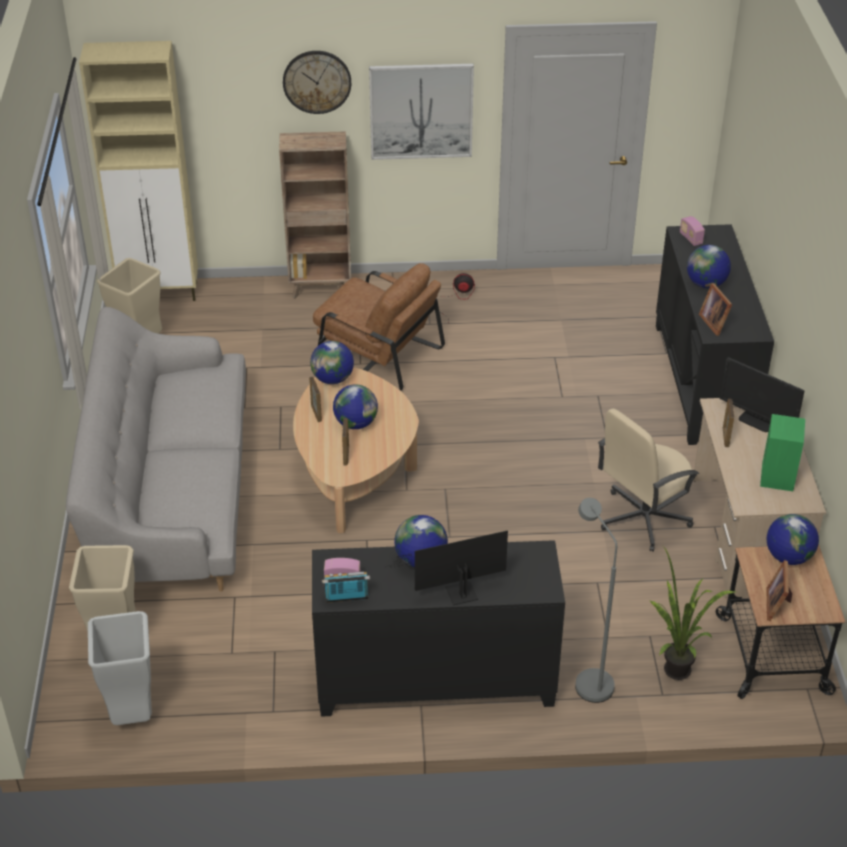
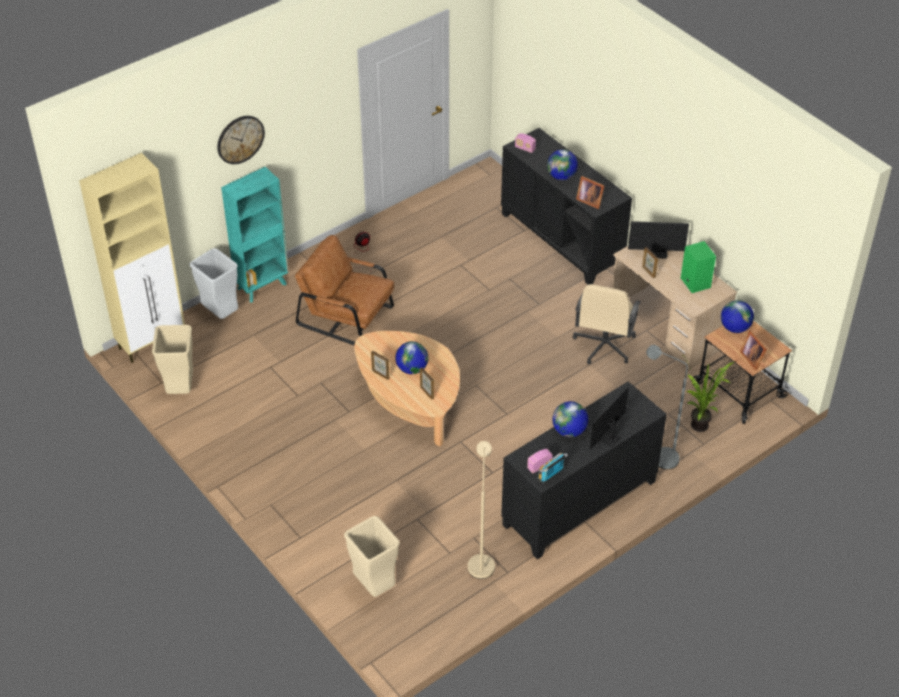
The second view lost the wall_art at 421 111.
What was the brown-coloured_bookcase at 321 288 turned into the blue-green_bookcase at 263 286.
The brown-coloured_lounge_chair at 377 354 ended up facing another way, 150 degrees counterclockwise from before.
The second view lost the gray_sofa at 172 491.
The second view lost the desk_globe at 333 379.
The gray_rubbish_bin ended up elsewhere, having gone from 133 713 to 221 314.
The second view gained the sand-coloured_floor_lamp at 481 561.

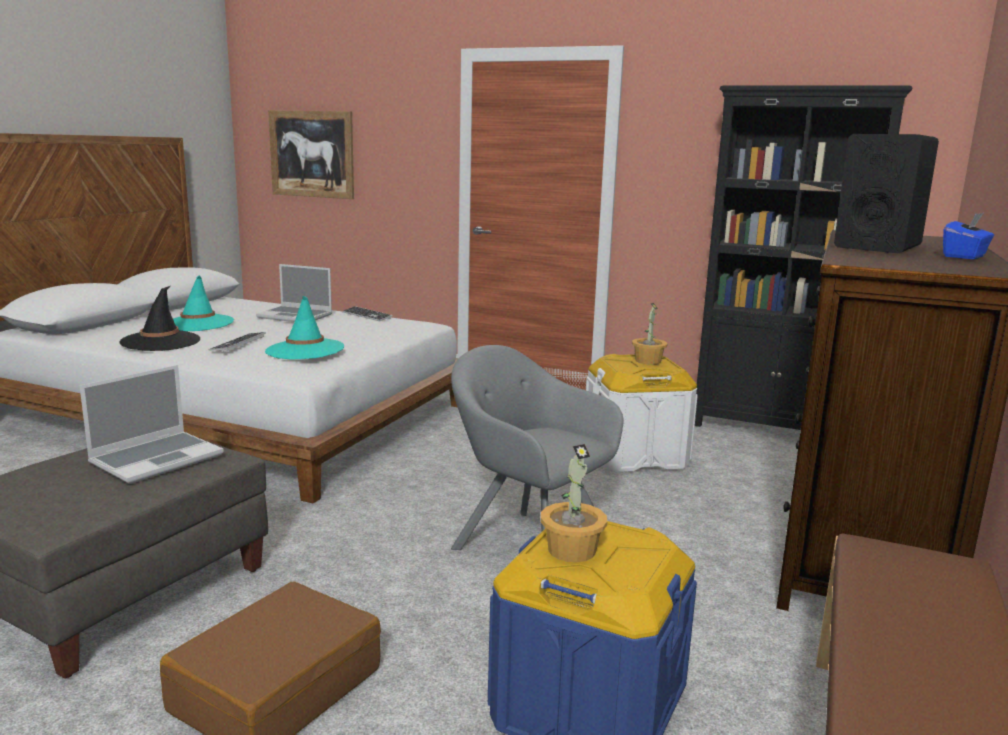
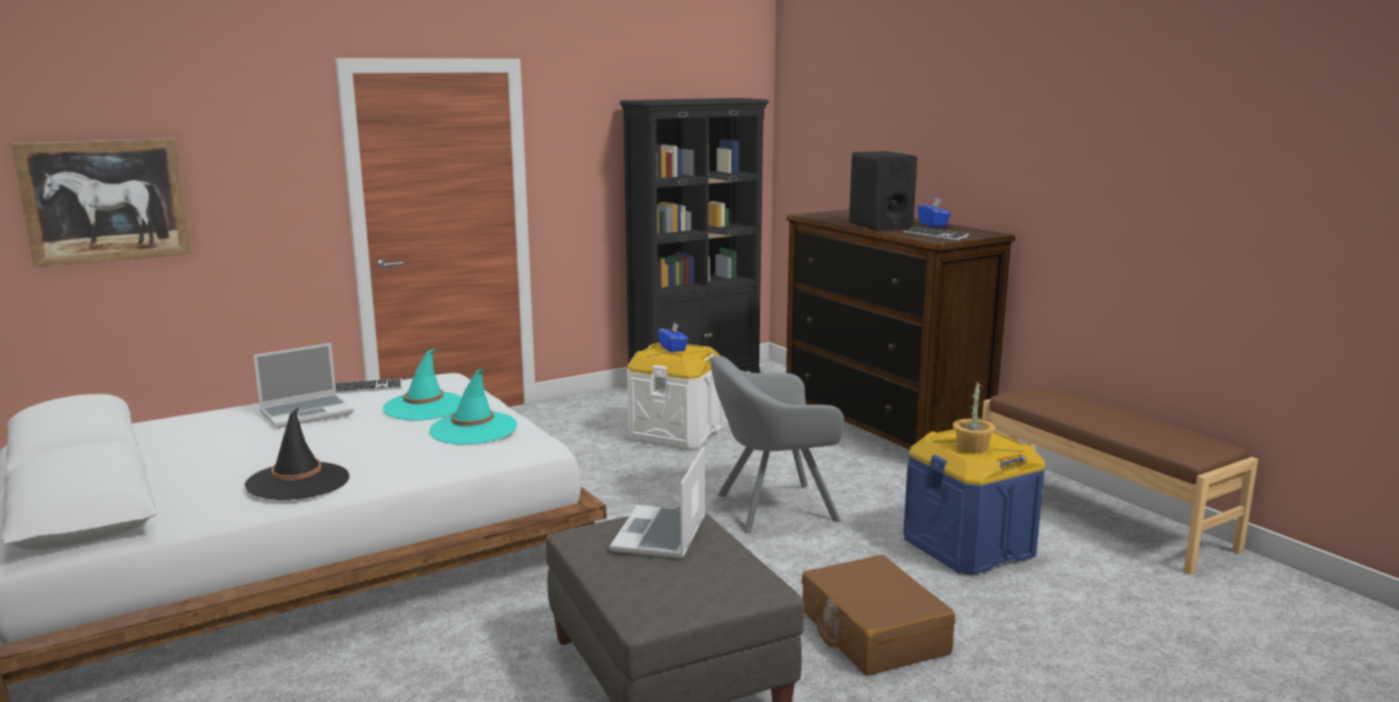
The blue-green_wearable_hat ended up elsewhere, having gone from 198 324 to 424 407.
Where the houseplant stood at 647 361, the bluish_tissue_holder came to stand at 673 348.
The PC_keyboard ended up elsewhere, having gone from 238 343 to 935 235.
The laptop at 157 458 ended up facing another way, 150 degrees counterclockwise from before.

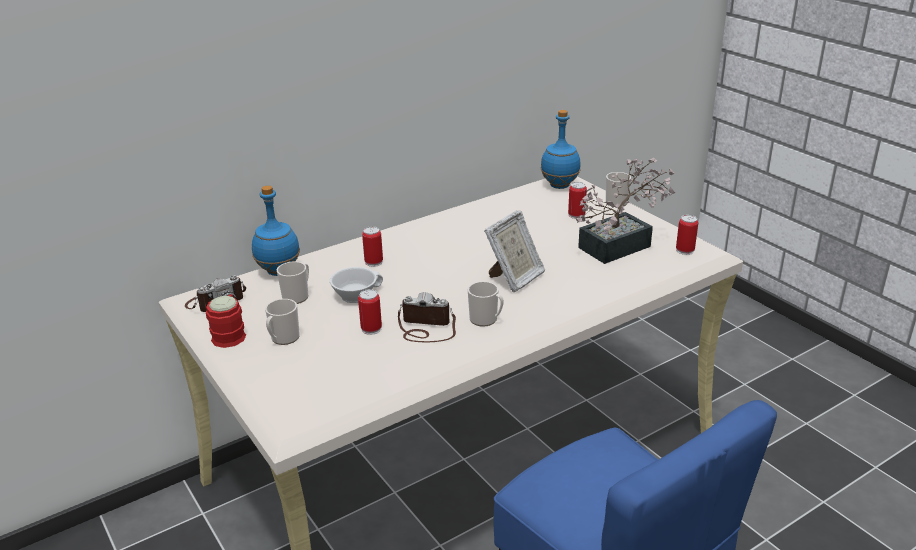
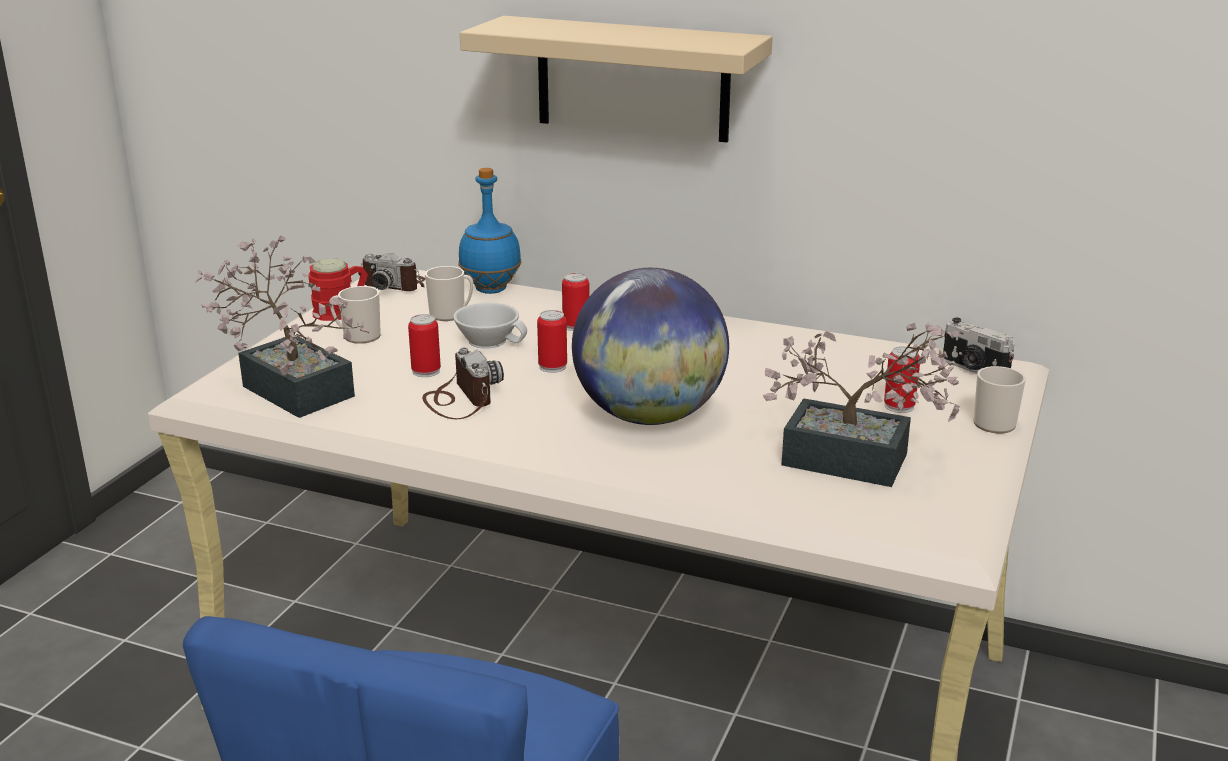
Where the bluish_bottle stood at 560 185, the still_camera came to stand at 973 370.
Where the standing_frame stood at 515 278, the desk_globe came to stand at 649 416.
The metal_can ended up elsewhere, having gone from 685 250 to 552 366.
The second view lost the mug at 486 320.
The second view gained the sand-coloured_bracket_shelf at 632 79.
The second view gained the houseplant at 291 386.

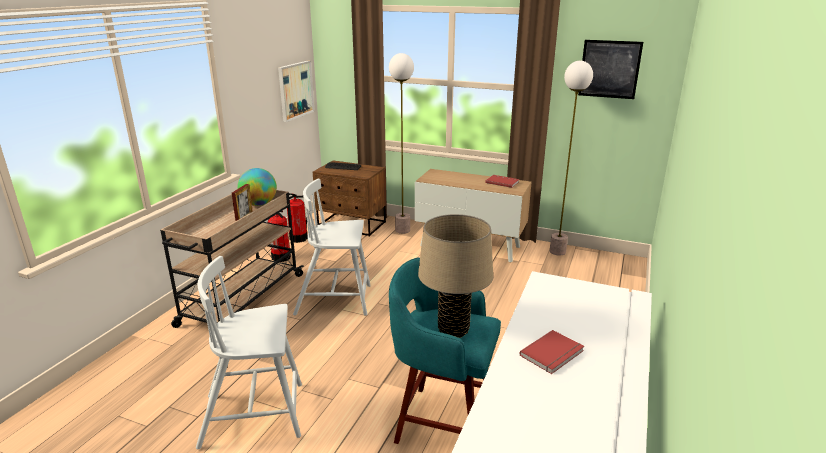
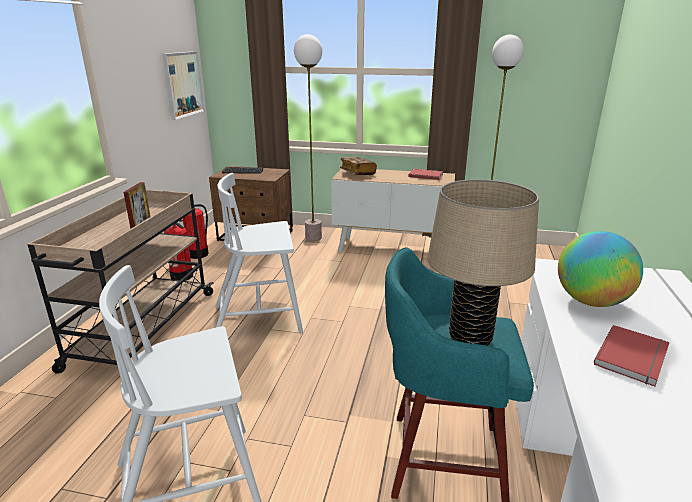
The second view lost the wall_art at 609 69.
The desk_globe ended up elsewhere, having gone from 259 204 to 591 301.
The second view gained the bound_book at 357 173.

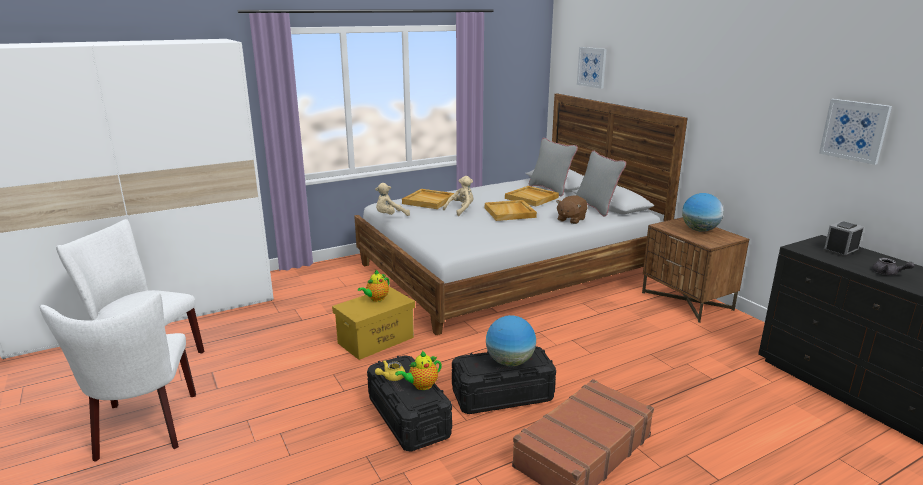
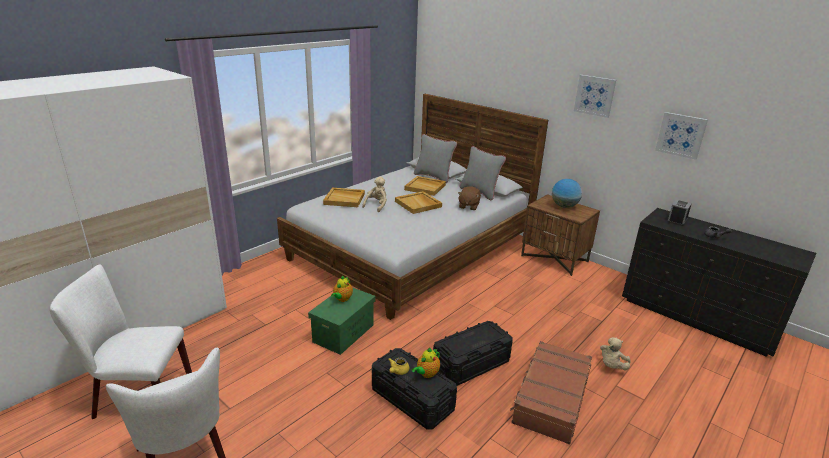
The wall_art ended up elsewhere, having gone from 592 67 to 594 95.
The sand-coloured_soft_toy ended up elsewhere, having gone from 390 216 to 612 366.
What was the yellow_storage_container at 376 340 turned into the greenish_storage_container at 343 333.
The second view lost the desk_globe at 510 362.

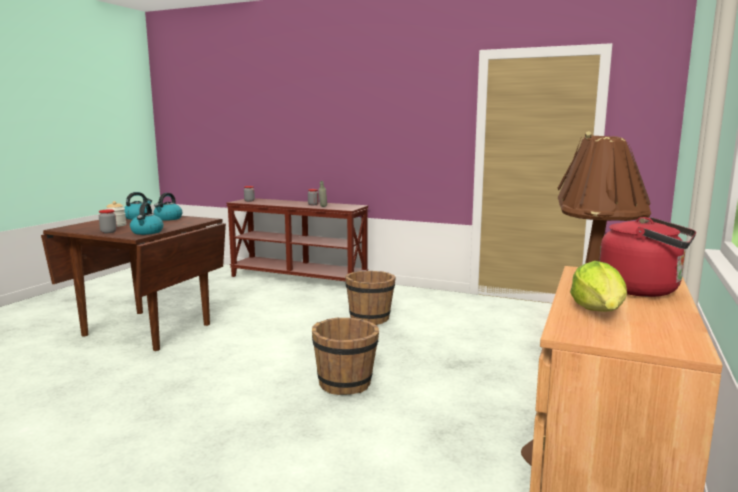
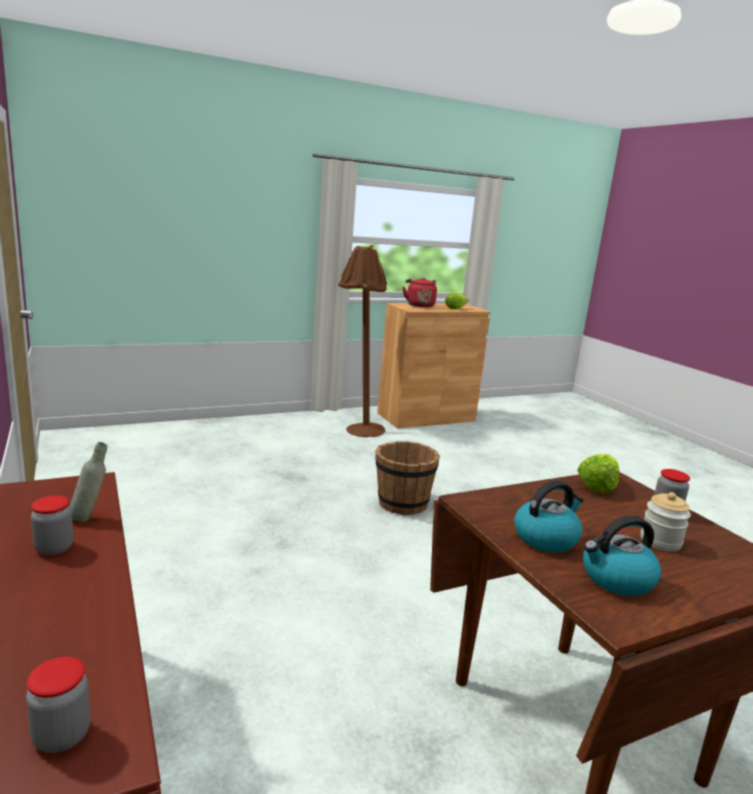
Where the tea_kettle stood at 147 232, the head_of_lettuce came to stand at 597 485.
The second view lost the brown-coloured_bucket at 370 318.

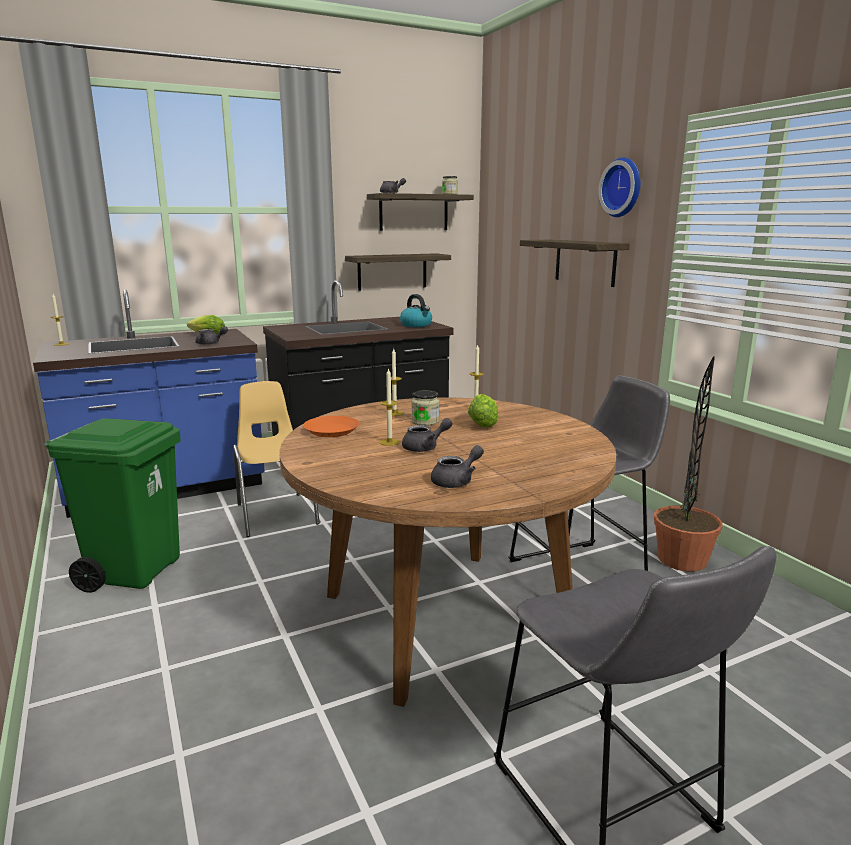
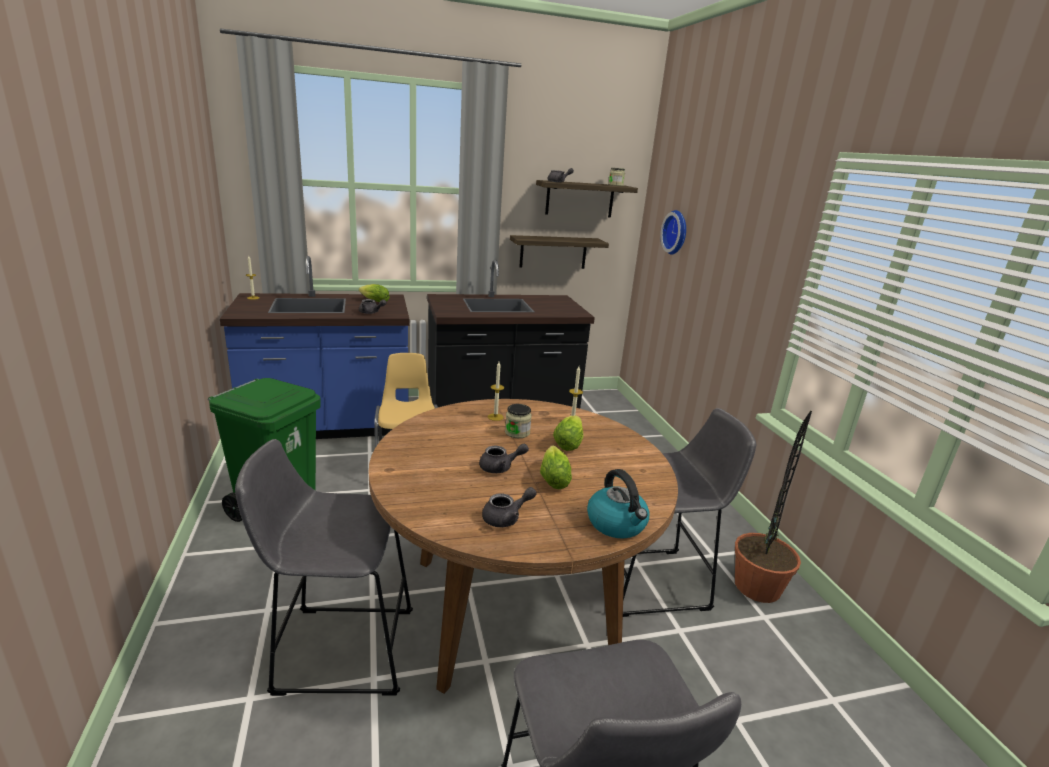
The hanging_clock ended up elsewhere, having gone from 623 187 to 677 232.
The second view lost the bracket_shelf at 585 262.
The tea_kettle ended up elsewhere, having gone from 416 325 to 617 524.
The second view lost the wax_candle at 389 442.
The second view lost the orange_flat_dish at 332 430.
The second view gained the gray_stool_seat at 337 649.
The second view gained the head_of_lettuce at 554 477.

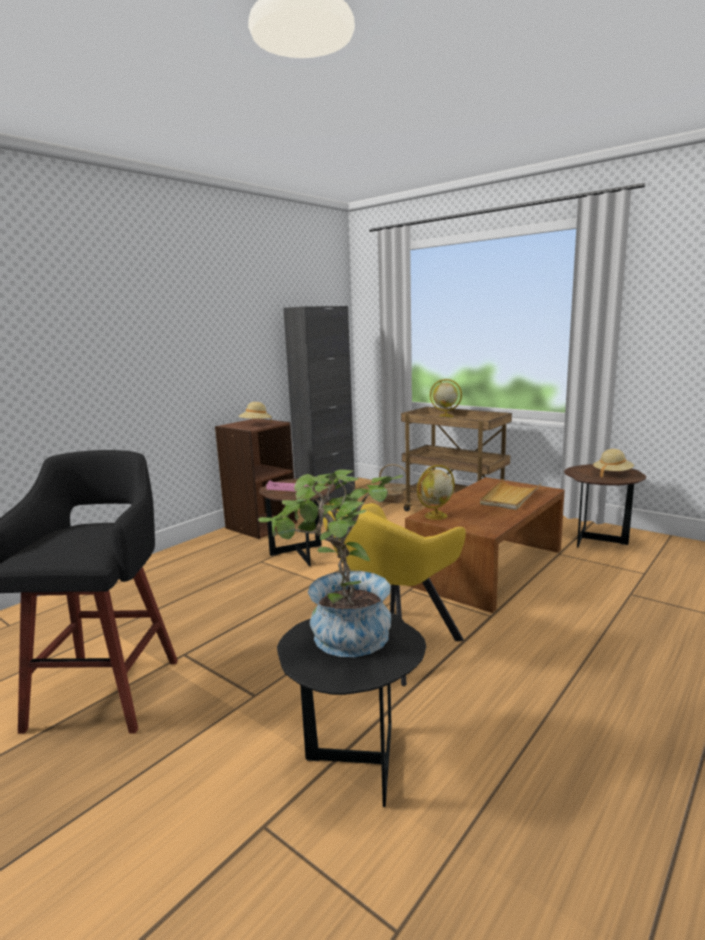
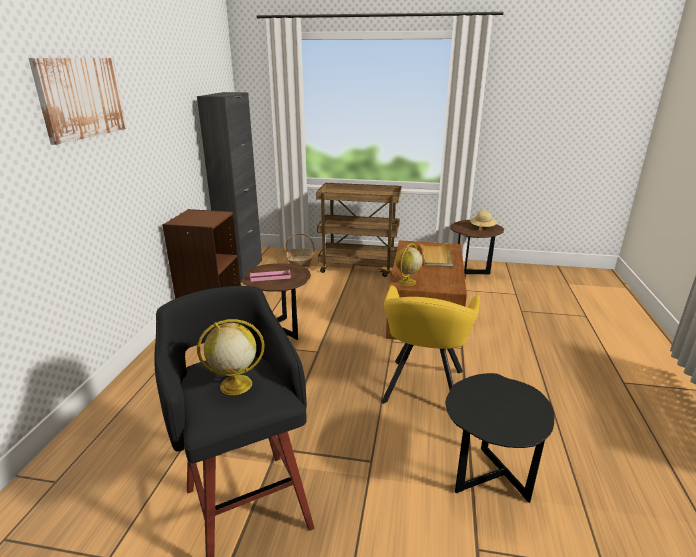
The desk_globe ended up elsewhere, having gone from 445 417 to 235 385.
The second view lost the sand-coloured_wearable_hat at 255 424.
The second view lost the houseplant at 341 640.
The second view gained the wall_art at 81 98.

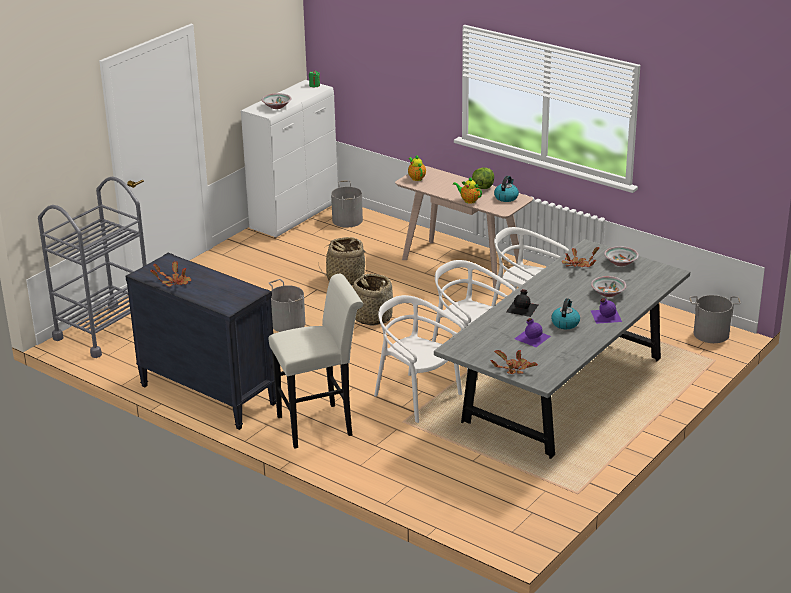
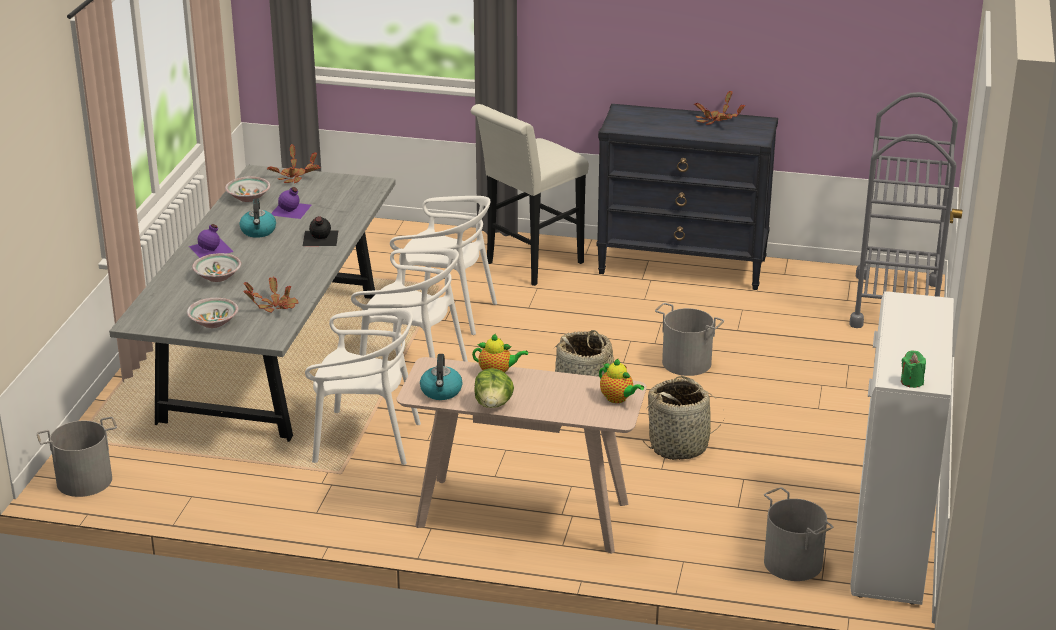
The serving_bowl ended up elsewhere, having gone from 276 106 to 248 197.

